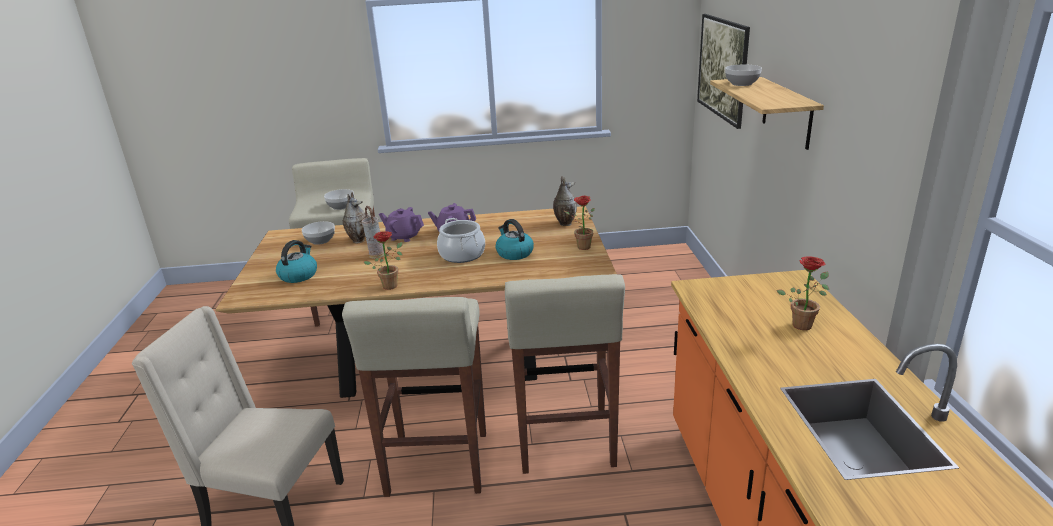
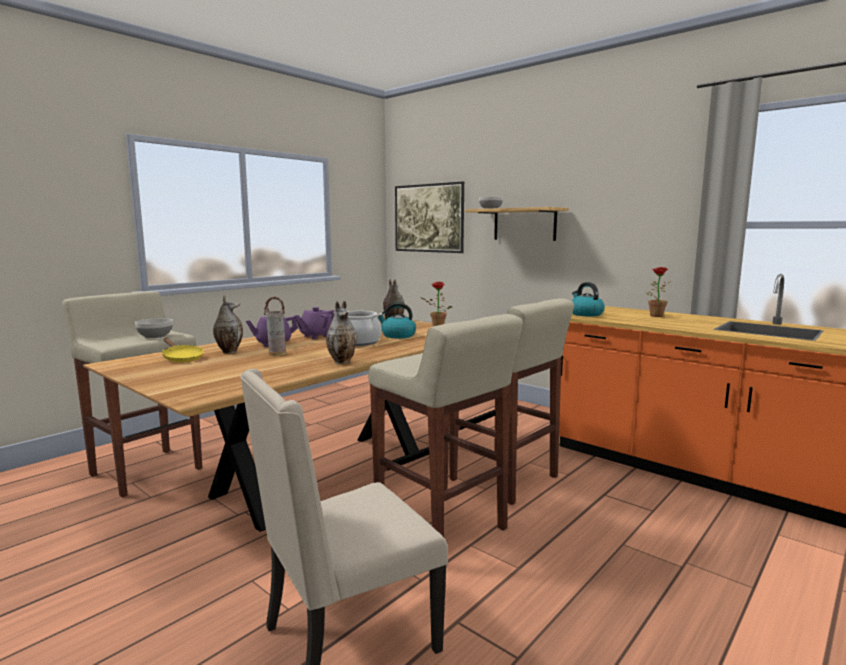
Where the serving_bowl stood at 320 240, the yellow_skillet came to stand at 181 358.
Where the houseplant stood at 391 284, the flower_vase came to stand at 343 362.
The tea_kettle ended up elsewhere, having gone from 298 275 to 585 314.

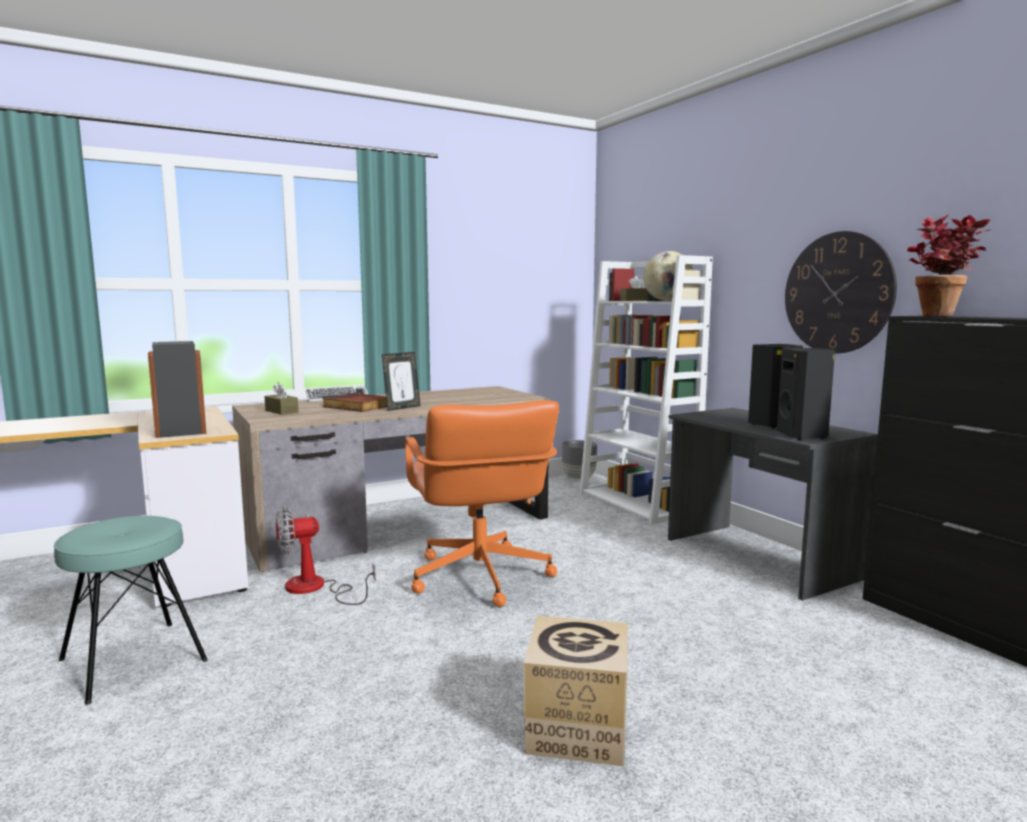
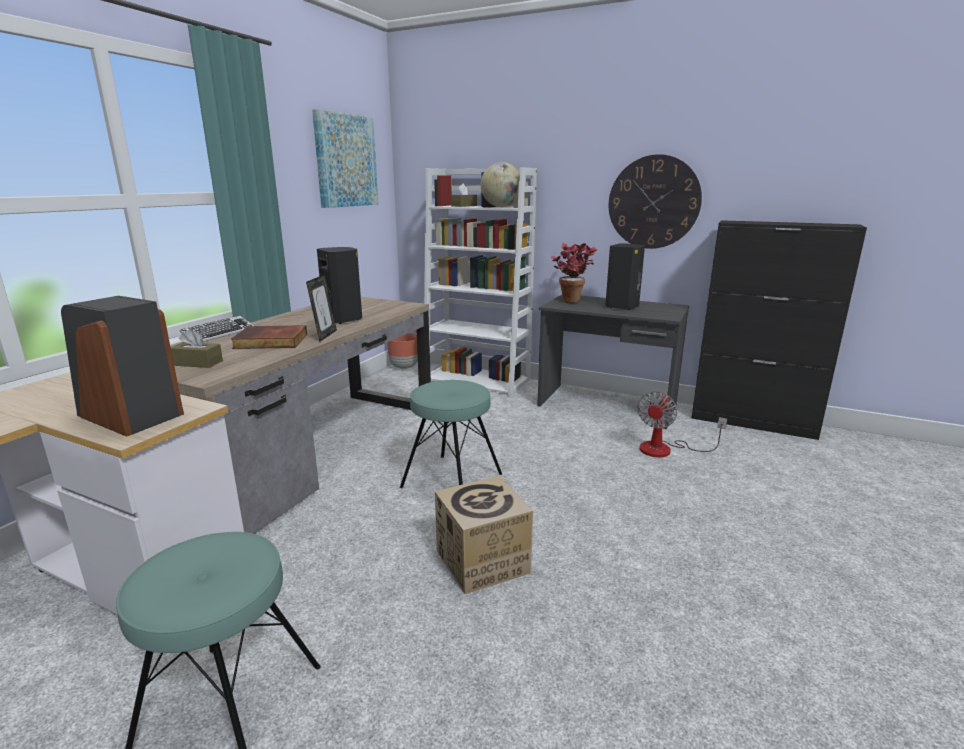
The houseplant ended up elsewhere, having gone from 940 316 to 571 300.
The black_speaker ended up elsewhere, having gone from 803 436 to 344 319.
Where the orange_computer_chair stood at 479 577, the blue-green_stool_seat came to stand at 451 480.
What was the gray_plant_pot at 578 478 turned into the brown-coloured_plant_pot at 404 367.
The electric_fan ended up elsewhere, having gone from 315 588 to 666 449.
The cardboard_box ended up elsewhere, having gone from 576 729 to 482 561.
The second view gained the wall_art at 346 161.

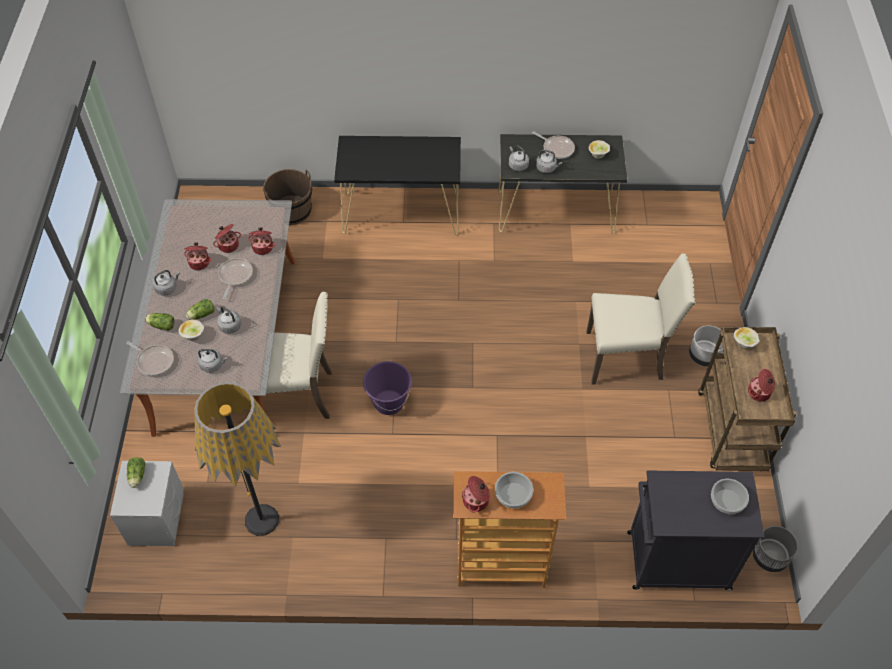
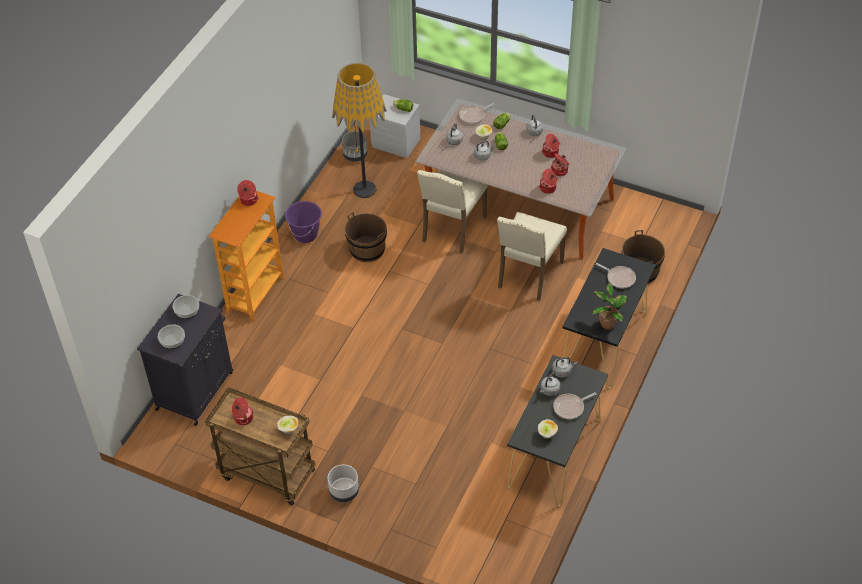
The sand-coloured_chair ended up elsewhere, having gone from 626 357 to 528 275.
The skillet ended up elsewhere, having gone from 235 276 to 619 278.
The purple_bucket ended up elsewhere, having gone from 388 402 to 306 235.
The serving_bowl ended up elsewhere, having gone from 513 495 to 187 311.
The gray_plant_pot ended up elsewhere, having gone from 769 557 to 355 155.
The second view gained the brown-coloured_bucket at 367 249.
The second view gained the houseplant at 607 323.

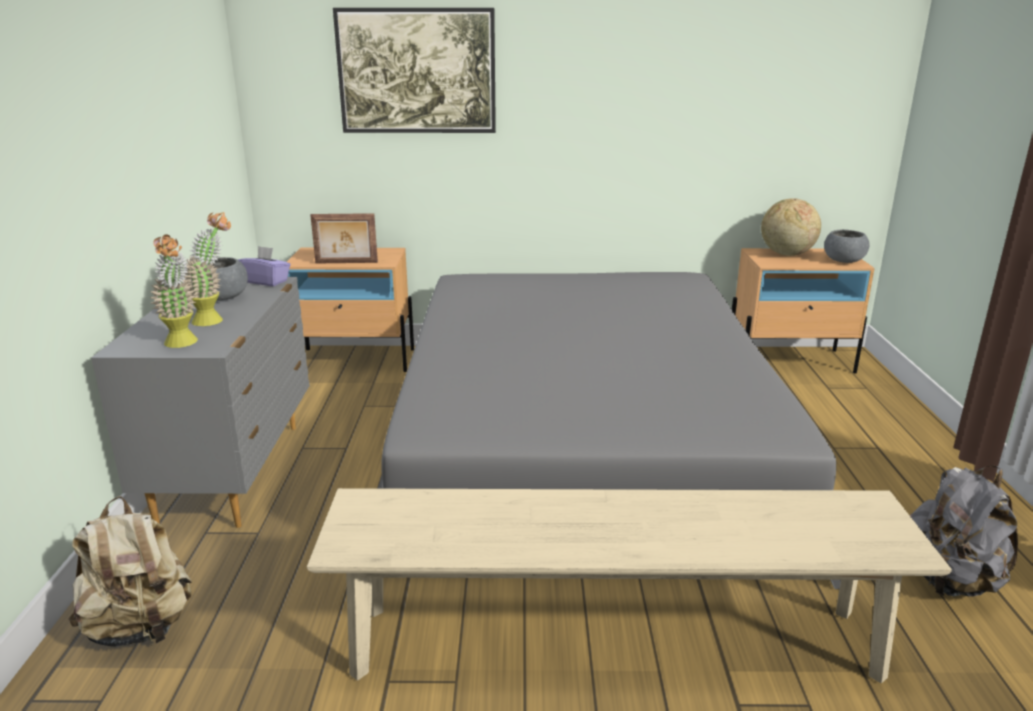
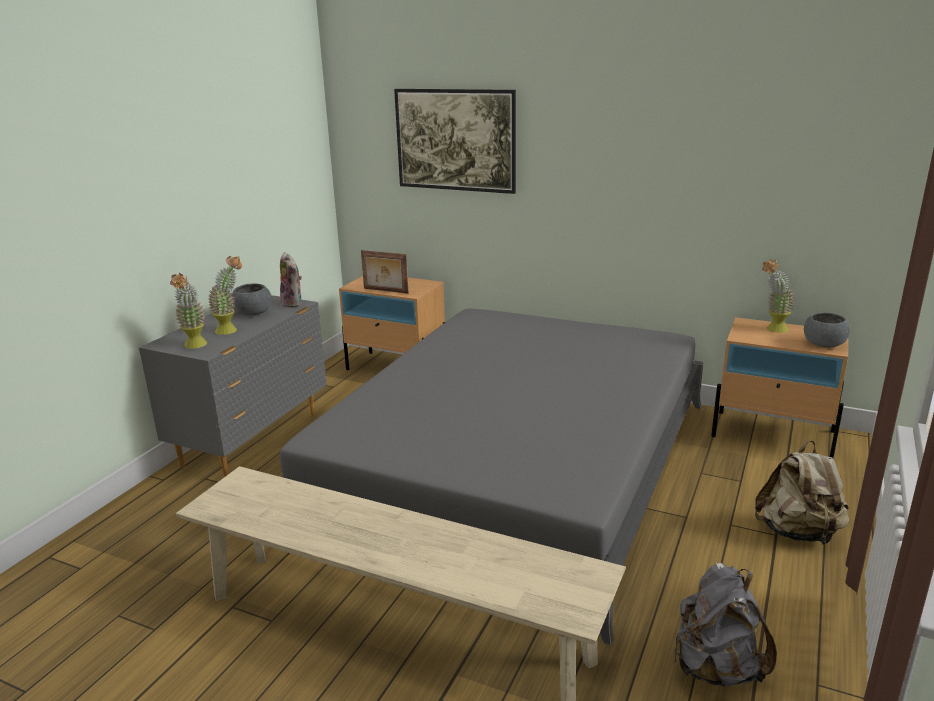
Where the desk_globe stood at 786 254, the houseplant came to stand at 772 329.
Where the purple_tissue_holder stood at 266 281, the soft_toy came to stand at 294 303.
The sand-coloured_rucksack ended up elsewhere, having gone from 140 628 to 798 532.

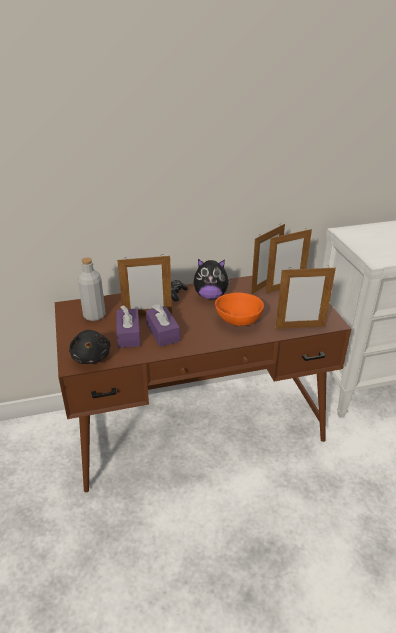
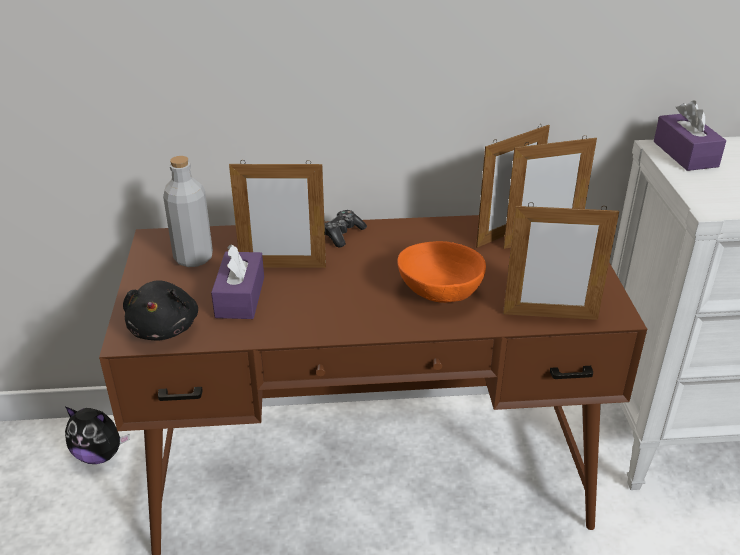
The soft_toy ended up elsewhere, having gone from 210 296 to 99 455.
The purple_tissue_holder ended up elsewhere, having gone from 163 333 to 685 154.

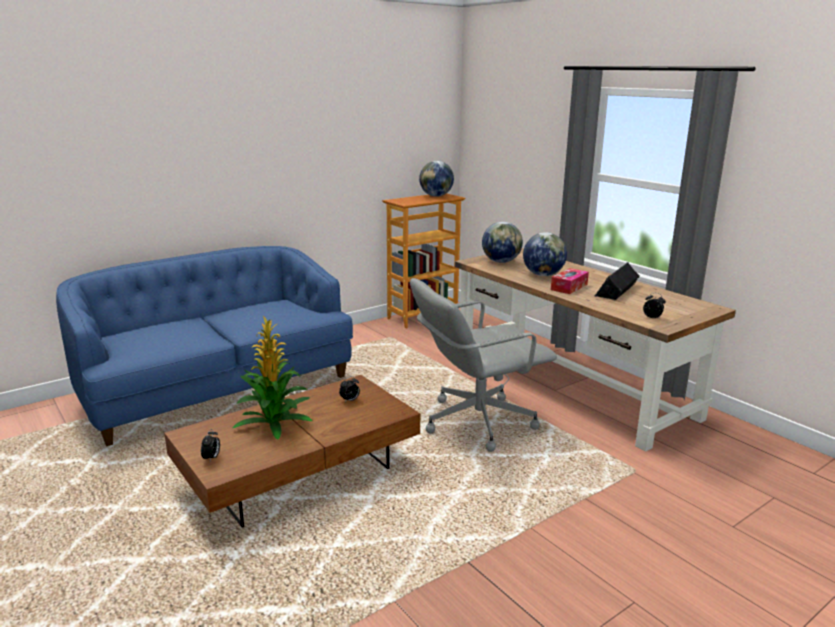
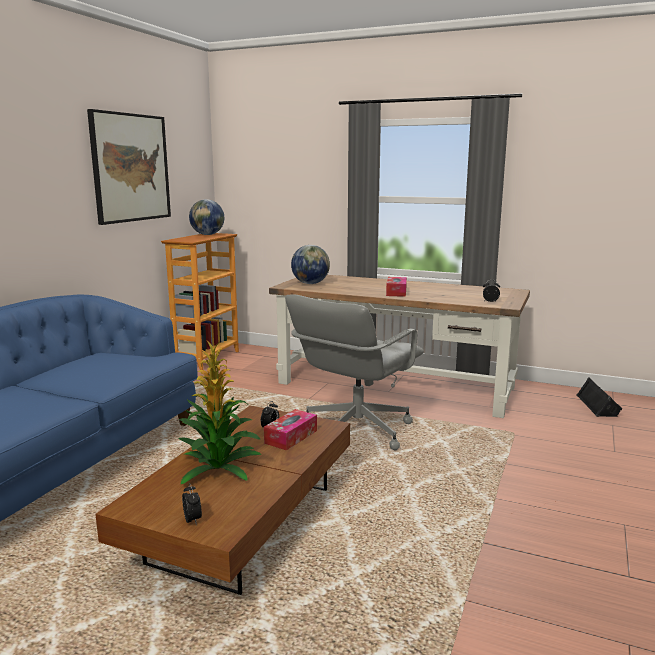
The second view lost the desk_globe at 543 275.
The black_speaker ended up elsewhere, having gone from 618 290 to 598 405.
The second view gained the wall_art at 131 168.
The second view gained the tissue_holder at 291 437.

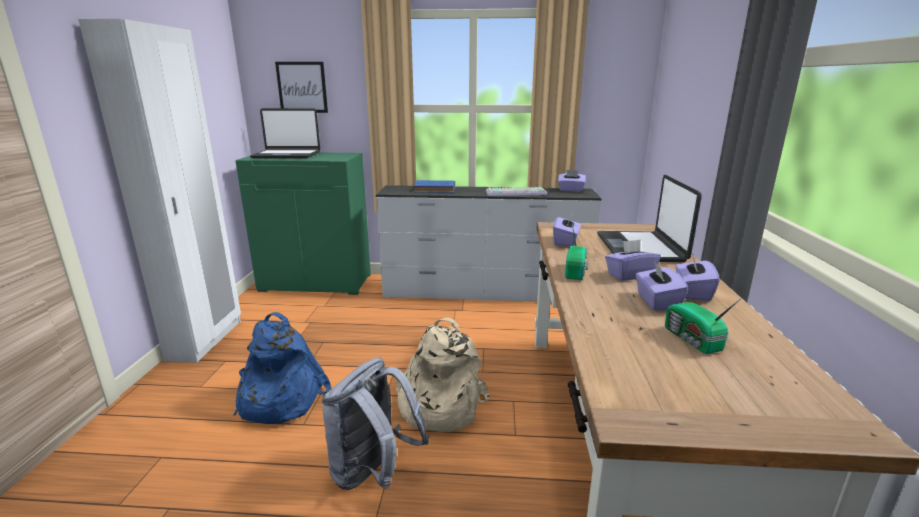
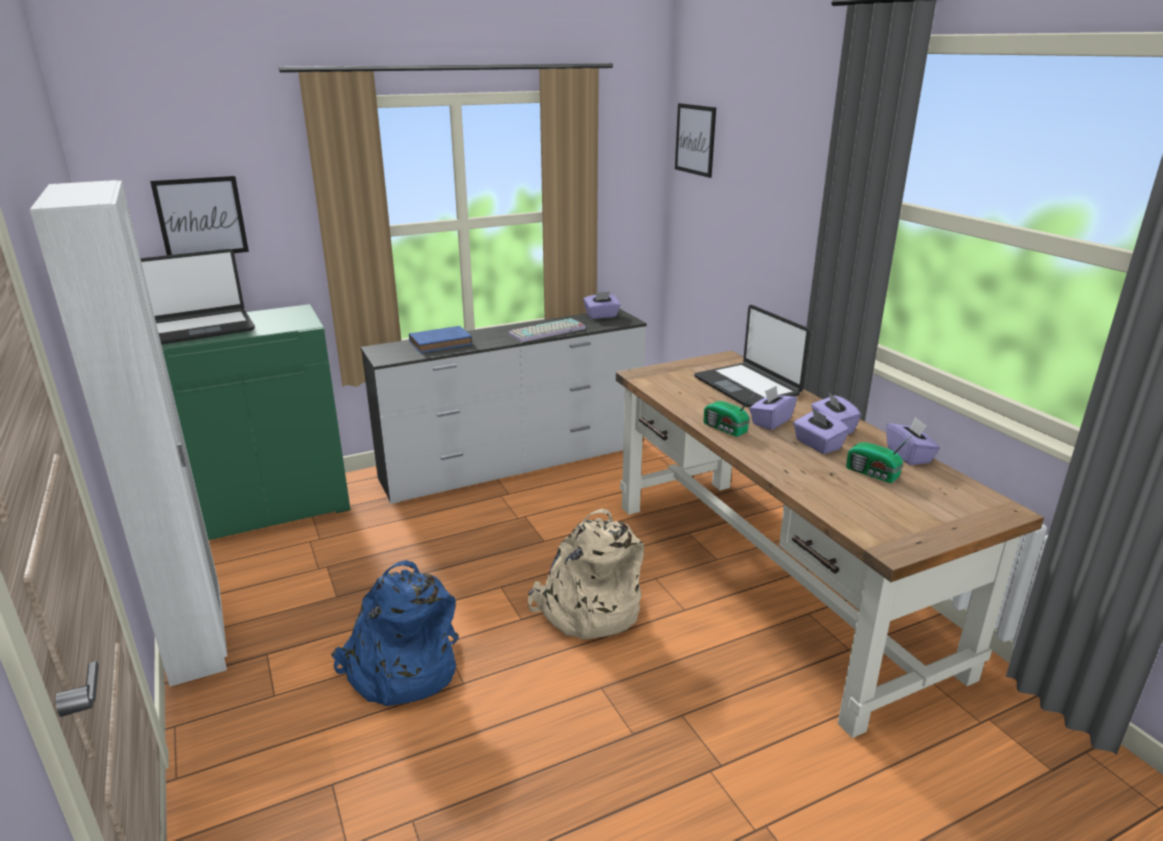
The purple_tissue_holder ended up elsewhere, having gone from 566 242 to 909 455.
The radio_receiver at 576 271 ended up facing another way, 150 degrees clockwise from before.
The second view lost the gray_rucksack at 373 473.
The second view gained the wall_art at 695 139.

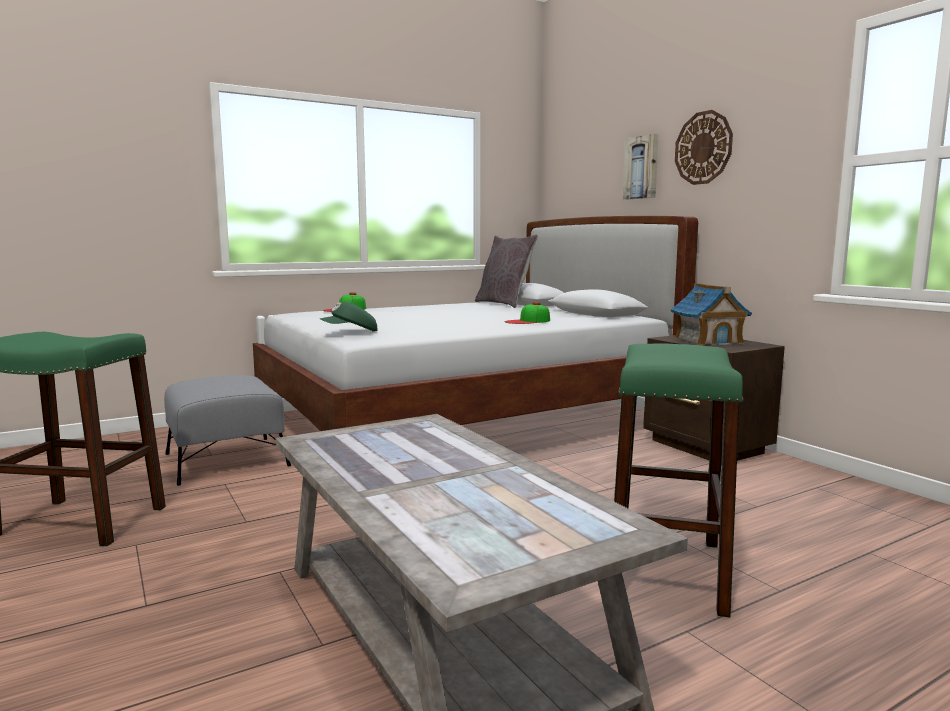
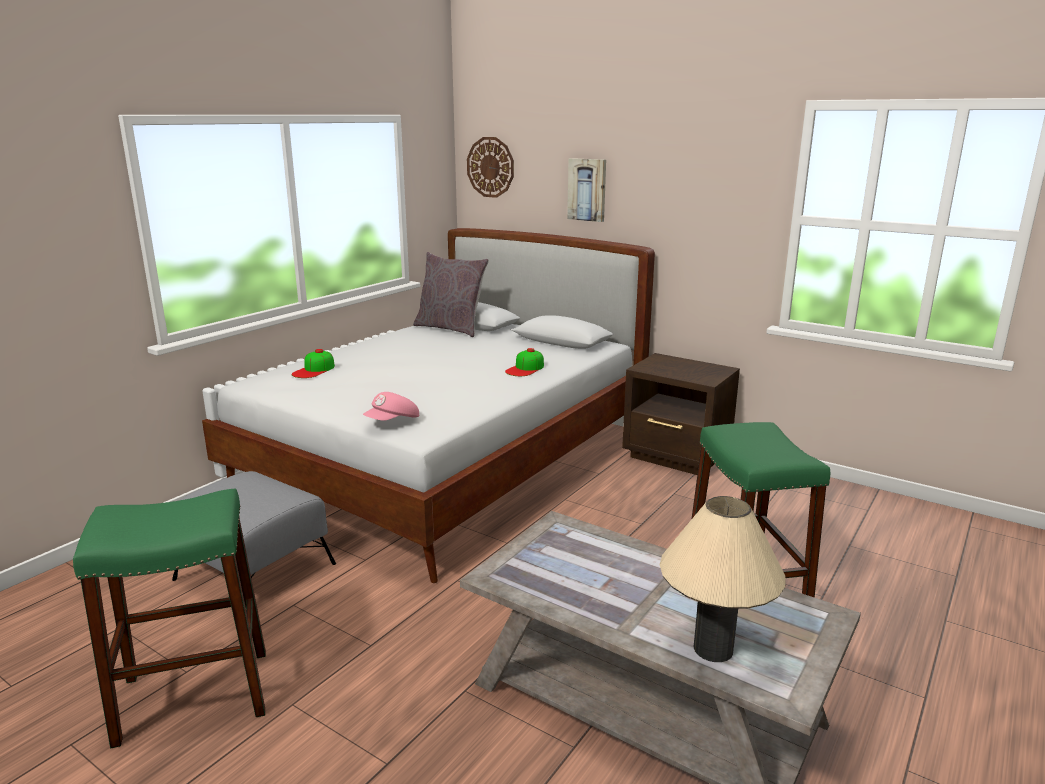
The hanging_clock ended up elsewhere, having gone from 703 148 to 490 167.
The second view lost the model_house at 708 341.
What was the greenish_baseball_cap at 350 332 turned into the pink-coloured_baseball_cap at 393 422.
The second view gained the sand-coloured_table_lamp at 713 649.

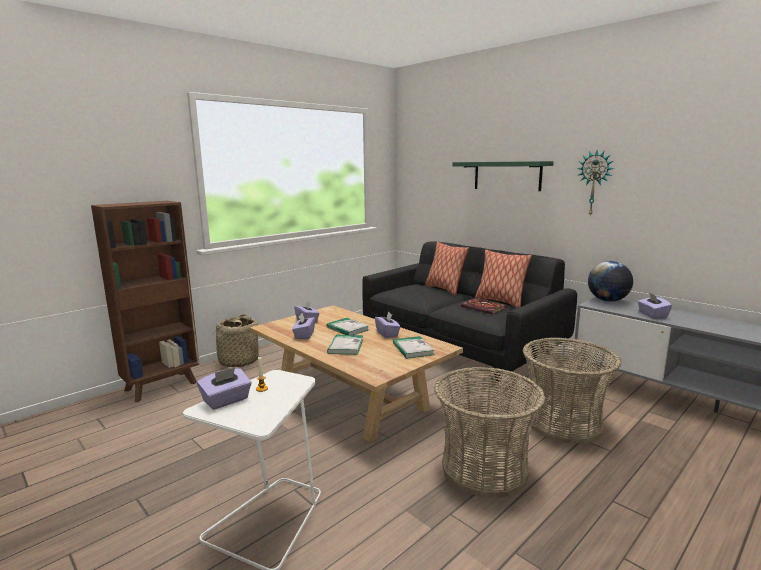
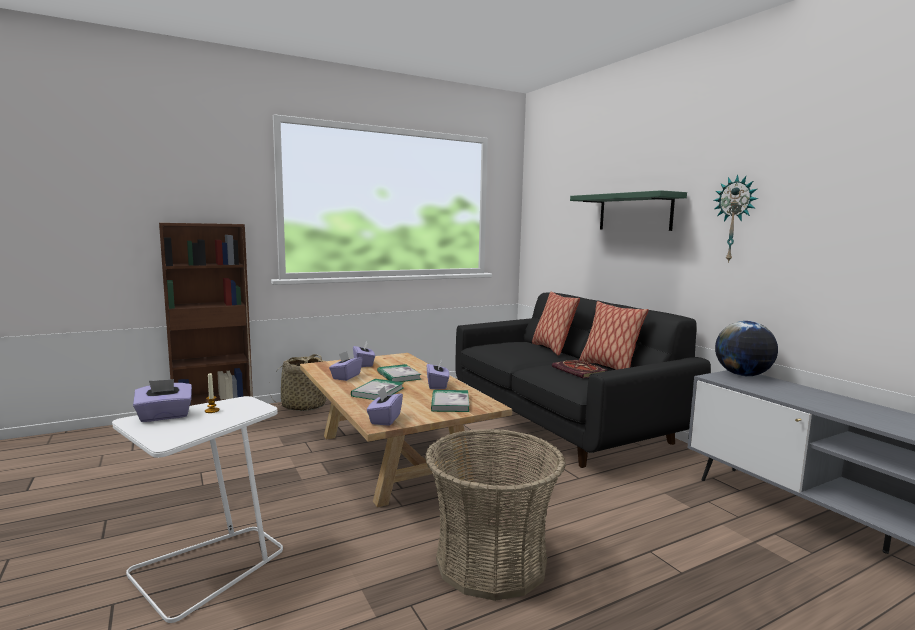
The purple_tissue_holder ended up elsewhere, having gone from 652 315 to 385 419.
The second view lost the storage_basket at 563 423.

